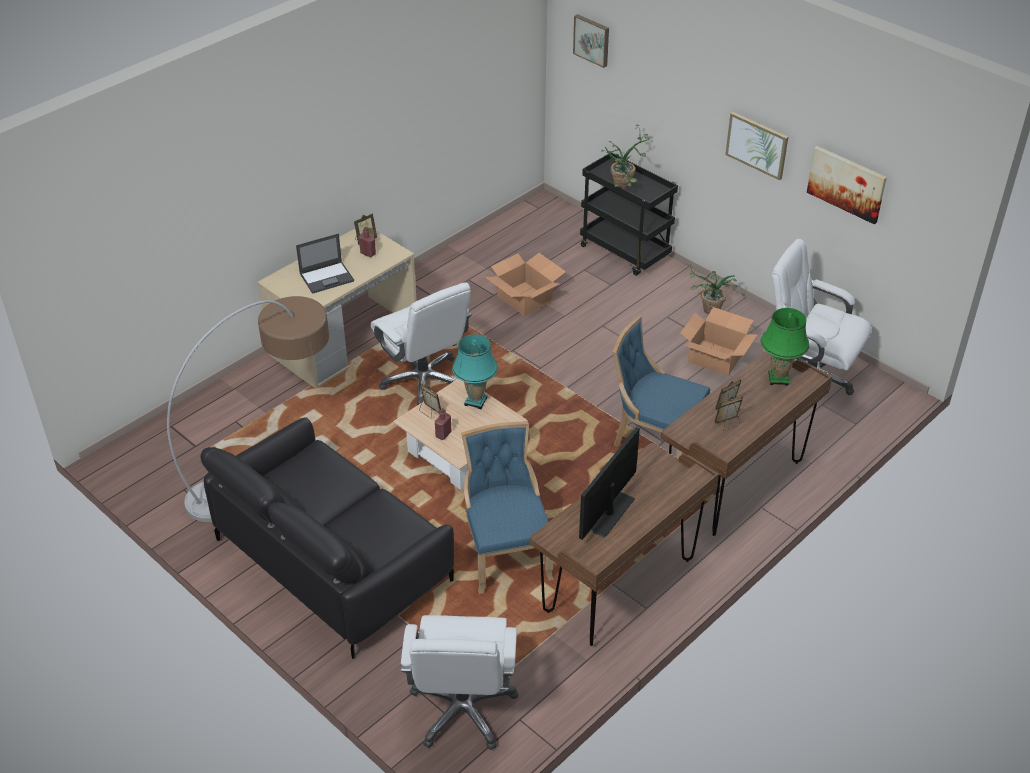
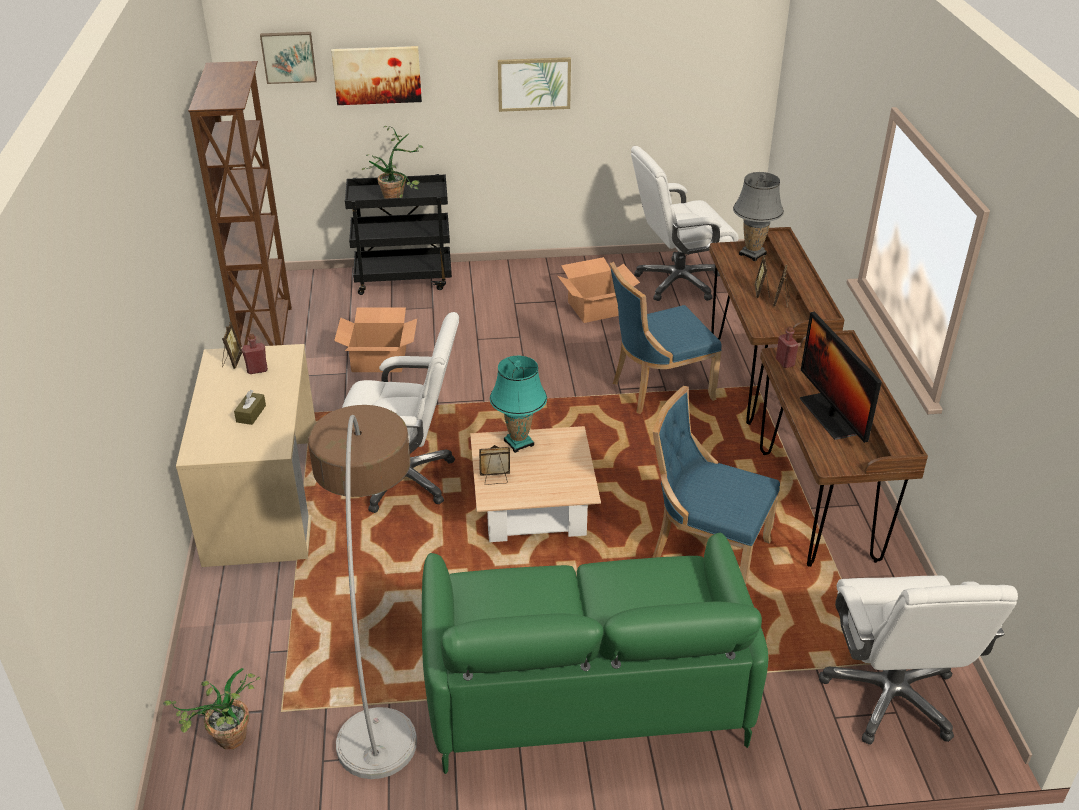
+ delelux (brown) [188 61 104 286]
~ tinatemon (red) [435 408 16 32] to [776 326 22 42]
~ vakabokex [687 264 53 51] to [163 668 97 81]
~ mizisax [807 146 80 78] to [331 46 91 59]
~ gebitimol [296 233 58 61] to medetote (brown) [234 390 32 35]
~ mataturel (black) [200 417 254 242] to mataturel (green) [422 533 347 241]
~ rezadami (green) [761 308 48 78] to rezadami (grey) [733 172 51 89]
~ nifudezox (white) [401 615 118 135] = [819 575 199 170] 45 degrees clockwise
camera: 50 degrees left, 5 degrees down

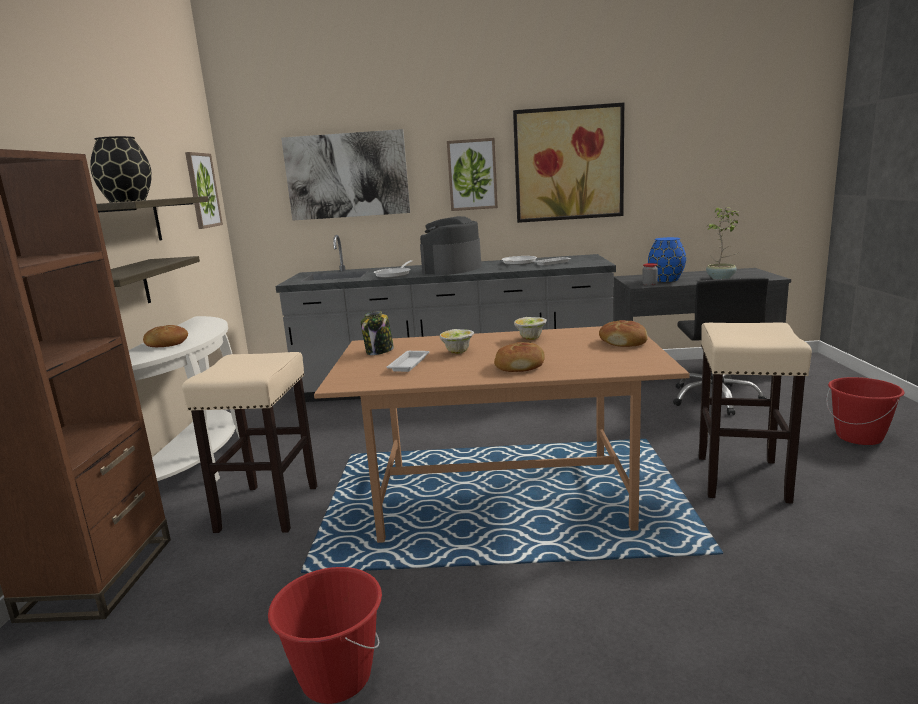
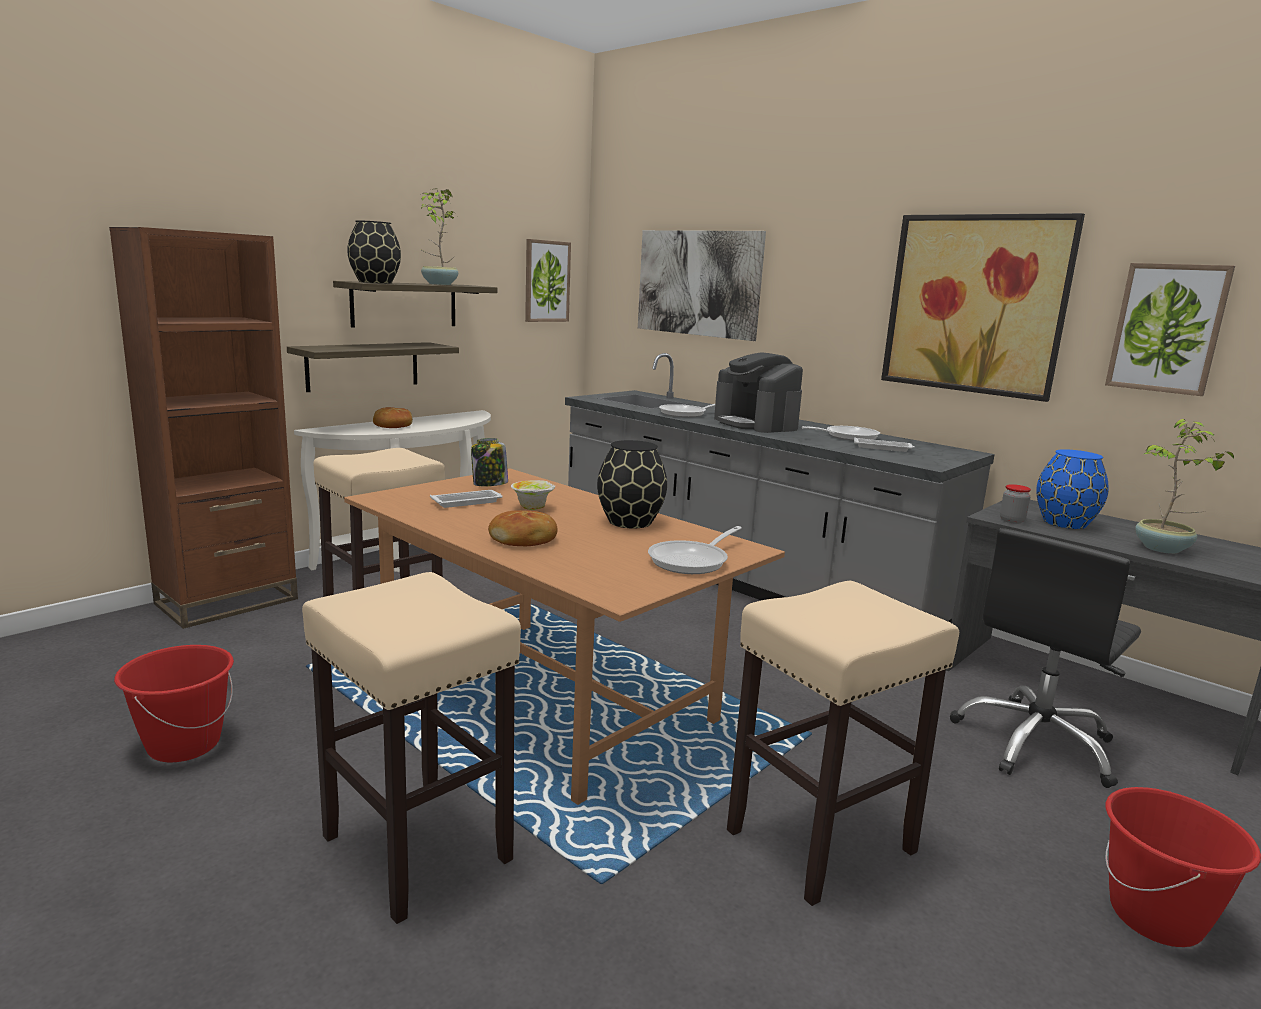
+ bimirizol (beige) [302 572 219 352]
+ vakabokex [420 189 38 96]
~ mizisax [447 138 51 73] to [1105 263 130 133]
~ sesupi [514 317 33 23] to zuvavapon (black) [597 440 70 88]
~ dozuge [599 320 49 27] to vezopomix [648 526 94 48]
~ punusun [420 216 61 59] = [714 352 89 81] 105 degrees counterclockwise
camera: 40 degrees right, 0 degrees up

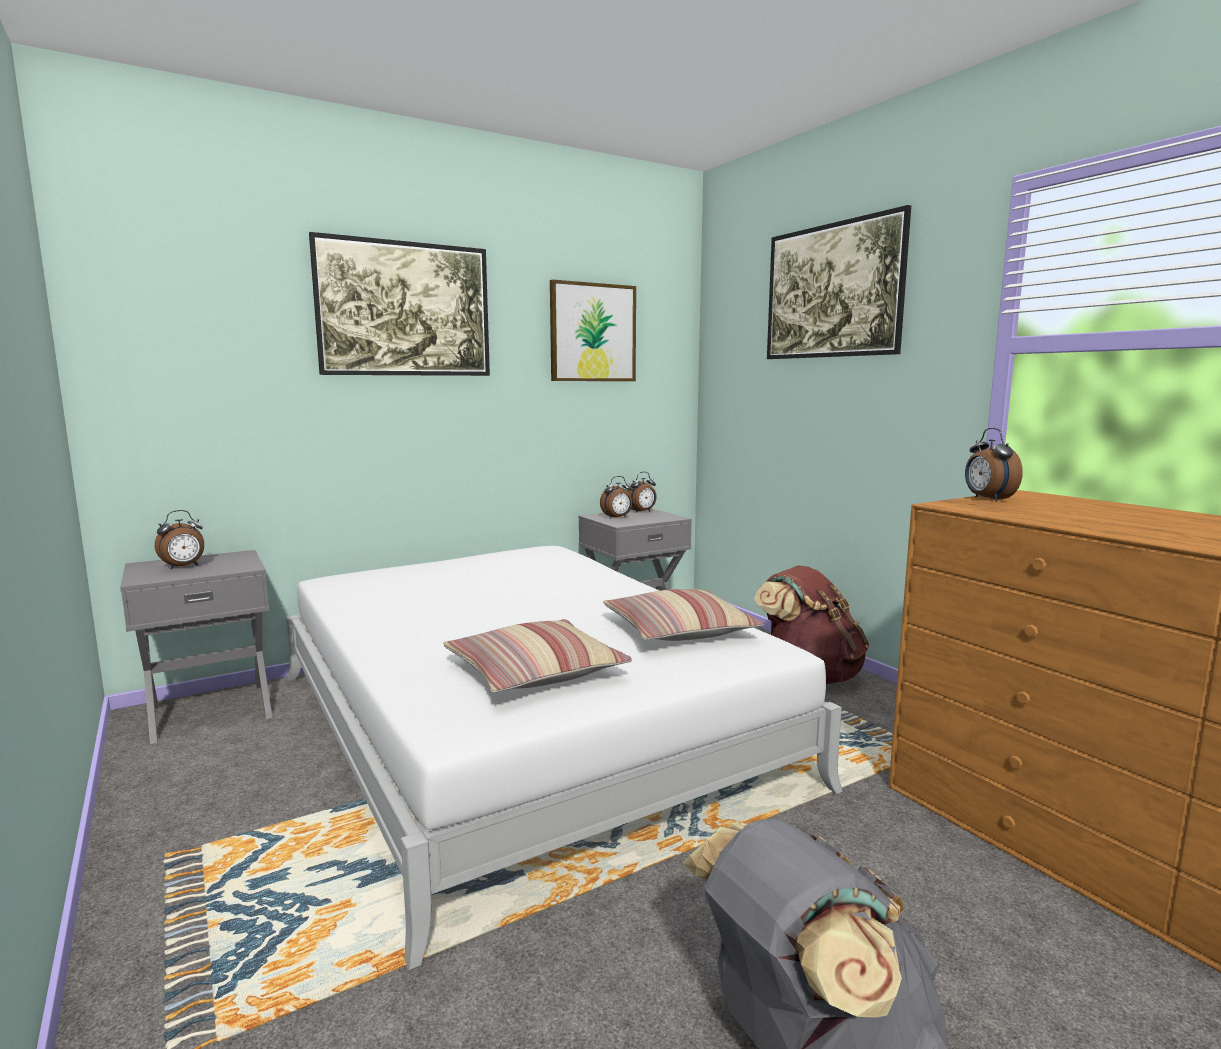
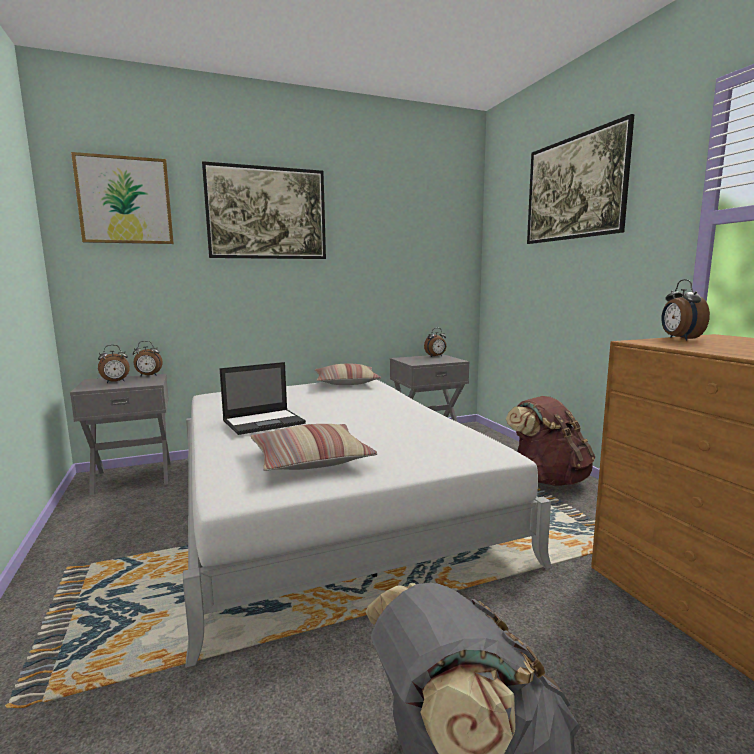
+ gebitimol [219 362 87 73]
~ mizisax [550 279 86 102] to [71 152 103 92]
~ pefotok [600 476 32 43] to [133 341 30 36]
~ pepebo [603 589 161 52] to [315 363 66 22]
camera: 10 degrees right, 0 degrees up

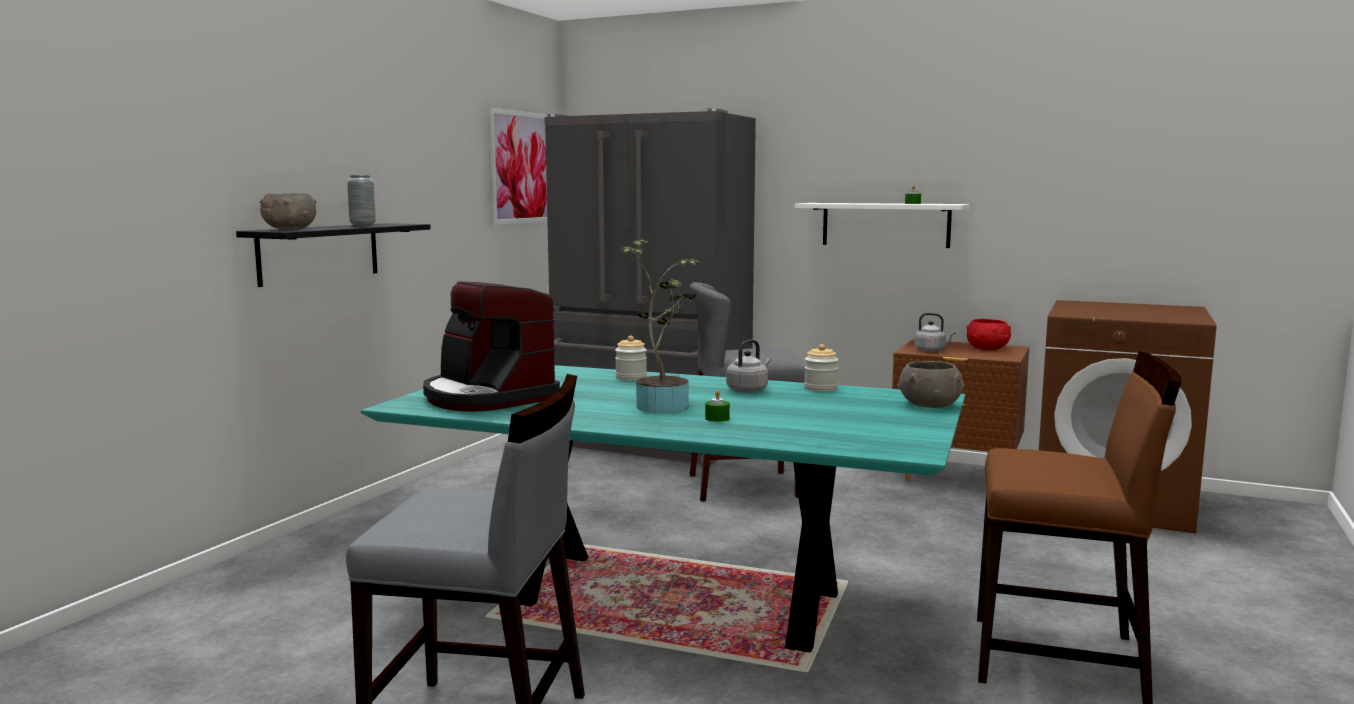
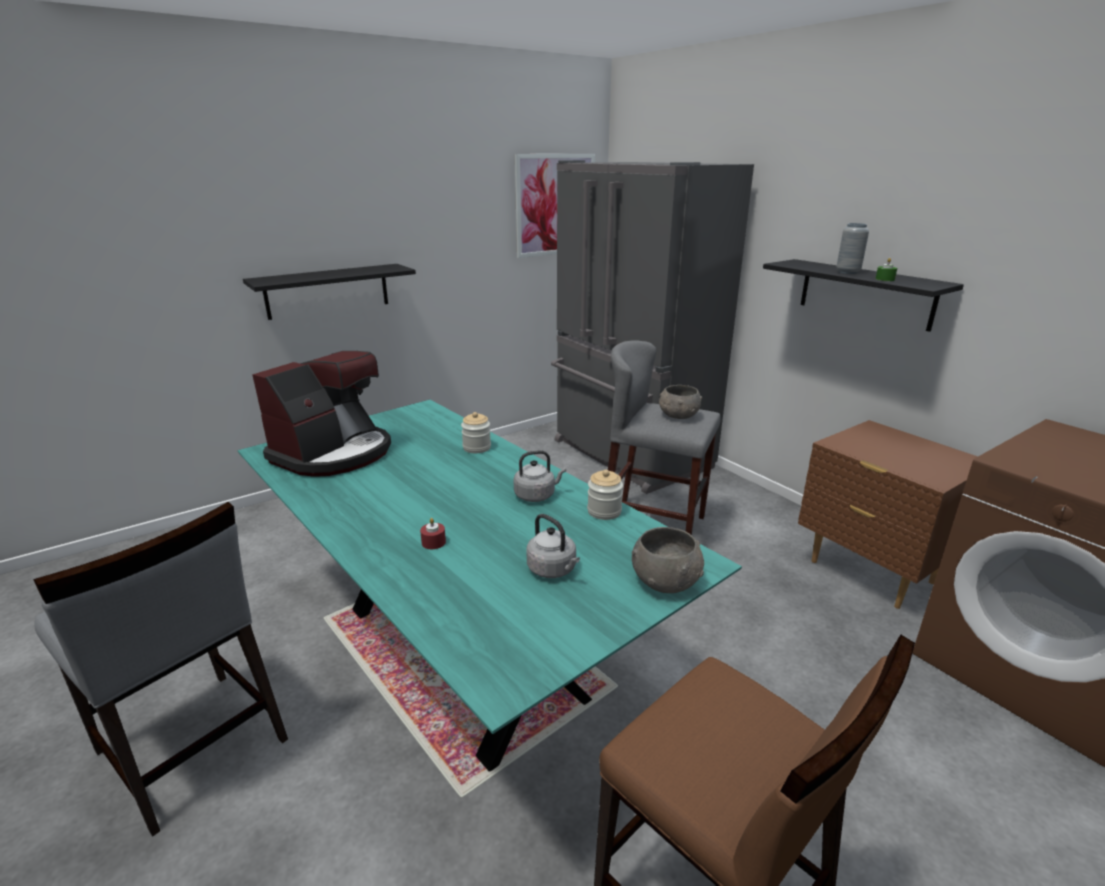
- vakabokex [620 239 80 174]
- sesupi (red) [966 319 45 31]
~ sesupi (grey) [260 194 57 36] to [659 385 43 34]
~ zuvavapon (grey) [347 175 29 51] to [836 223 33 51]
~ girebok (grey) [914 313 42 39] to [527 514 53 64]
~ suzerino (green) [705 390 25 32] to suzerino (red) [420 518 26 31]
~ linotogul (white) [795 203 174 45] to linotogul (black) [763 259 201 73]
~ punusun [423 281 137 131] = [252 351 139 126] 135 degrees counterclockwise
camera: 30 degrees right, 15 degrees up

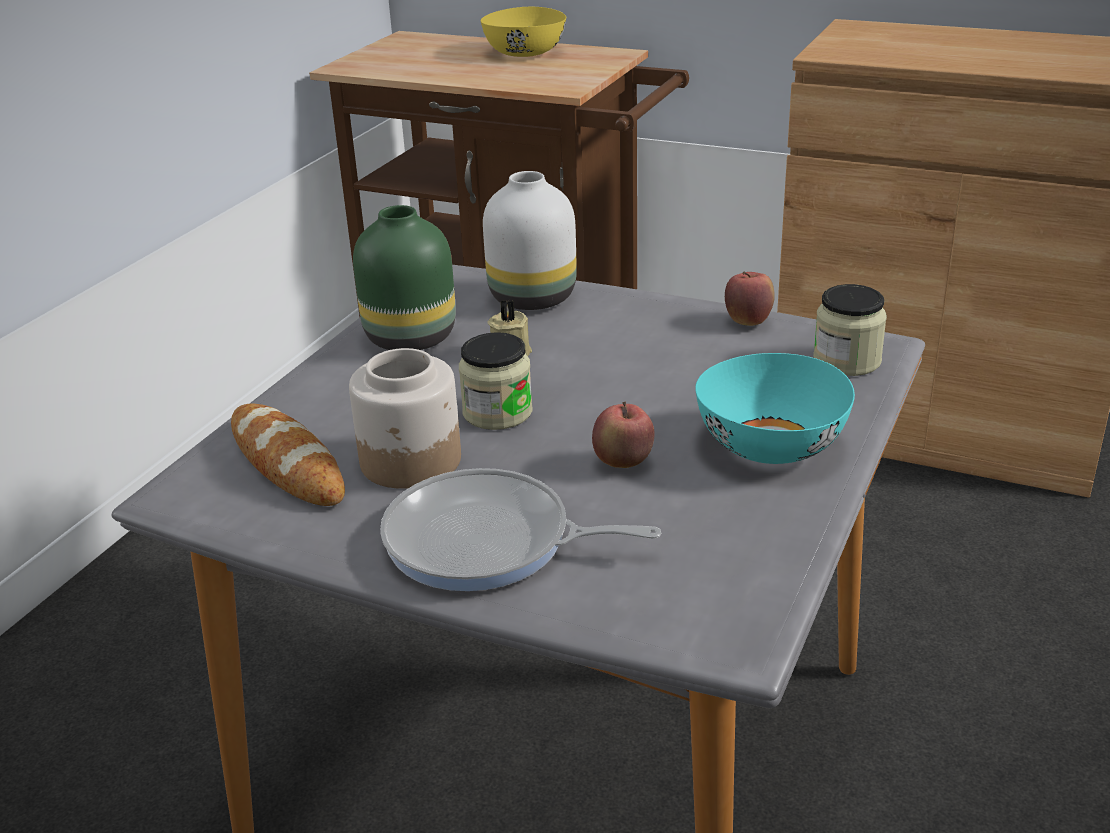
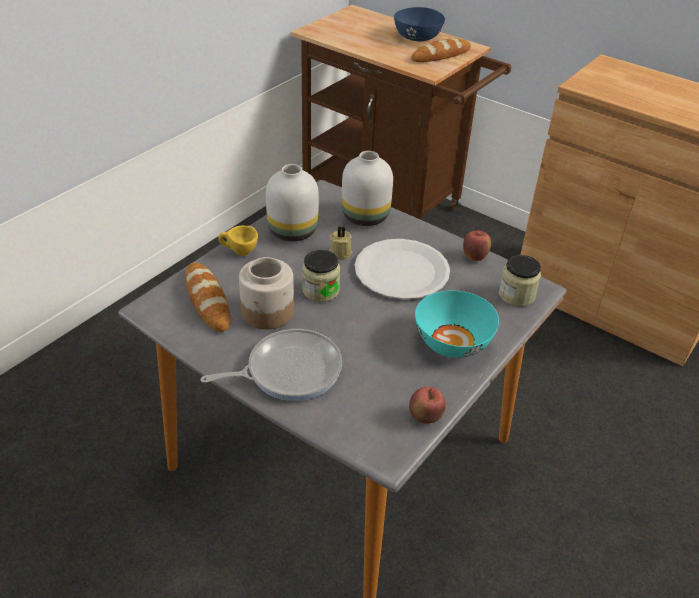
+ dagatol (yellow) [218 226 40 30]
+ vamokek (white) [354 239 96 60]
+ dozuge [411 38 60 24]
~ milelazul [592 402 63 66] to [409 387 37 37]
~ zuvavapon (green) [353 205 103 145] to zuvavapon (white) [266 164 53 78]
~ sesupi (yellow) [481 7 85 50] to sesupi (blue) [394 7 51 34]
~ vezopomix [380 468 281 123] = [201 329 141 72] 135 degrees clockwise
camera: 10 degrees right, 10 degrees up

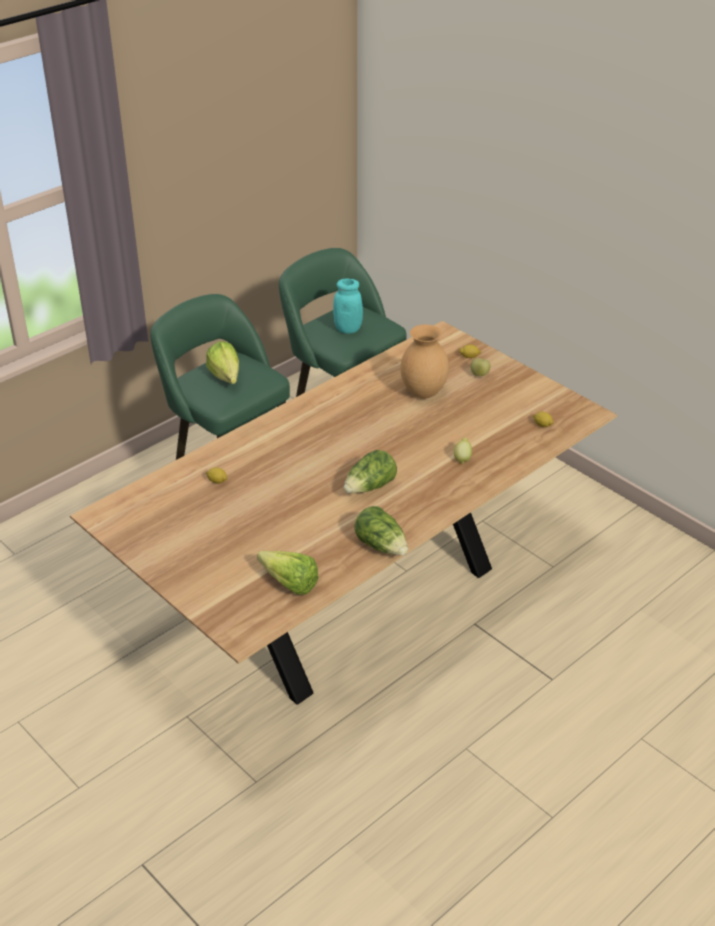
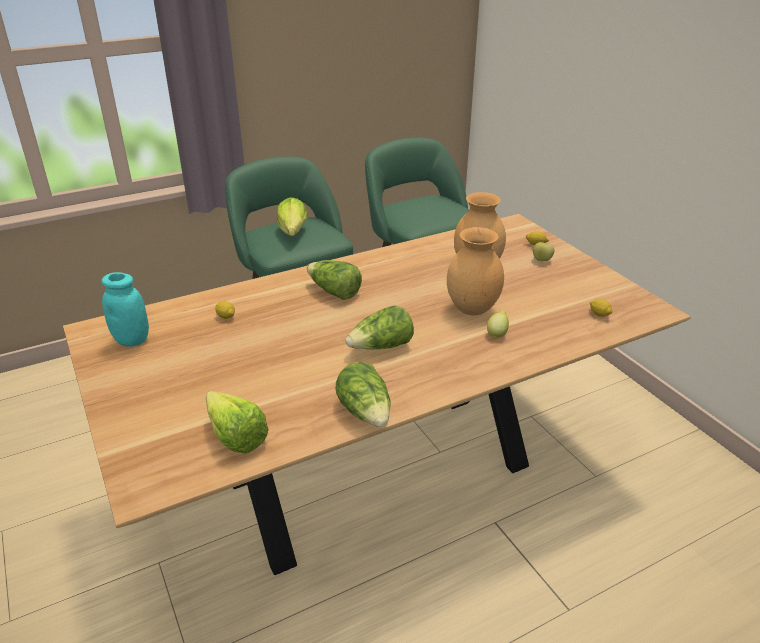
+ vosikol [307 260 55 40]
+ zuvavapon (brown) [447 227 57 88]
~ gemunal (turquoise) [333 279 30 55] to [102 272 47 75]
camera: 15 degrees right, 5 degrees down

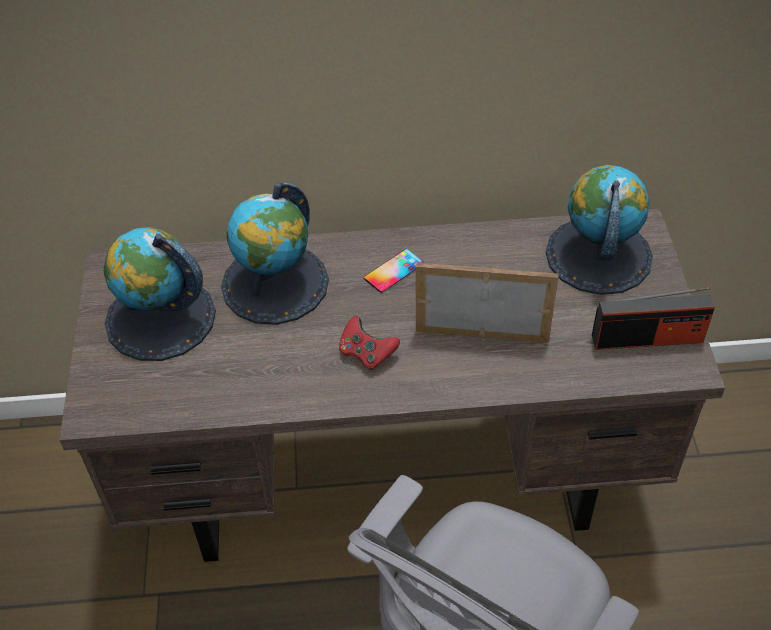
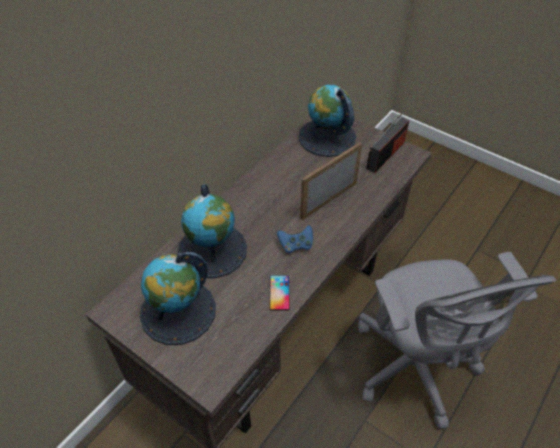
~ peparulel [364 249 60 44] to [269 275 21 35]
~ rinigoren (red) [339 316 61 54] to rinigoren (blue) [277 225 36 29]
camera: 50 degrees left, 0 degrees up

